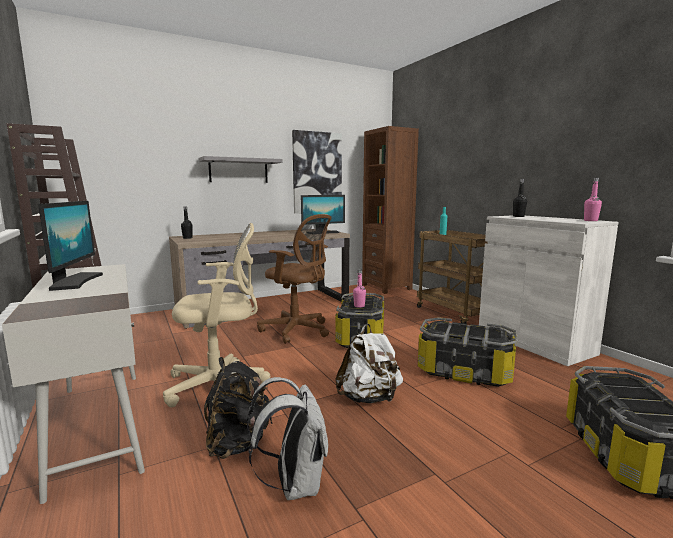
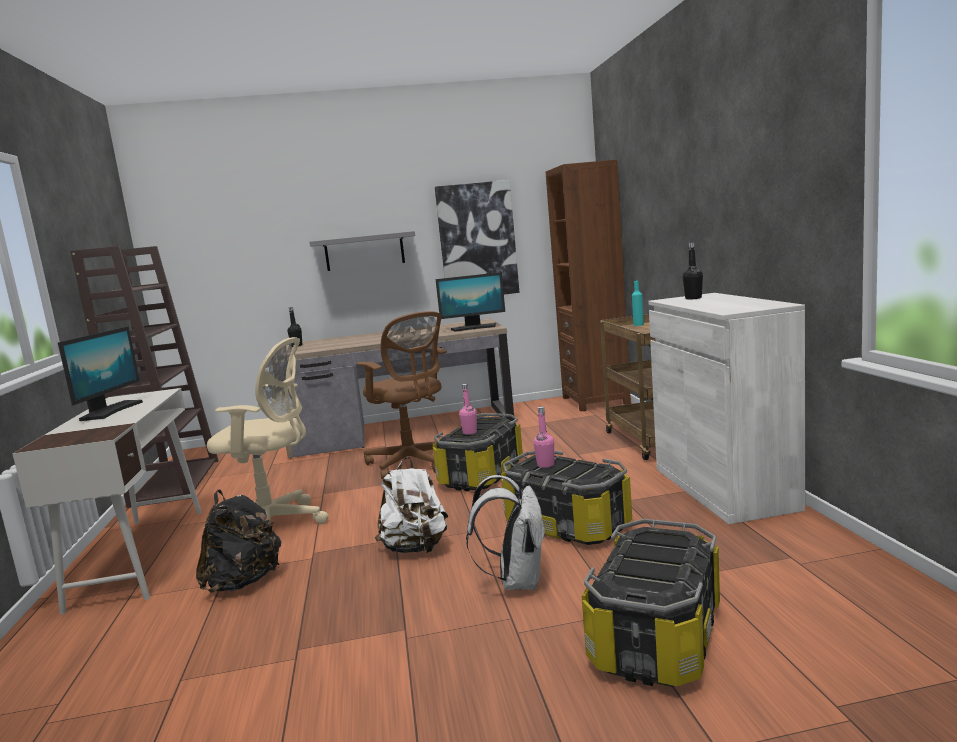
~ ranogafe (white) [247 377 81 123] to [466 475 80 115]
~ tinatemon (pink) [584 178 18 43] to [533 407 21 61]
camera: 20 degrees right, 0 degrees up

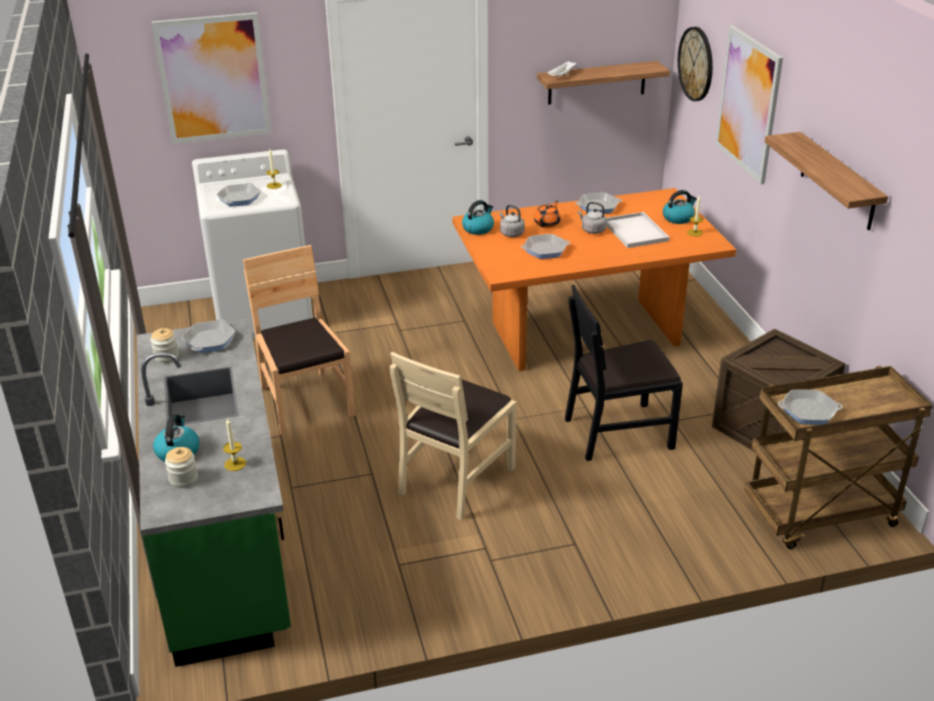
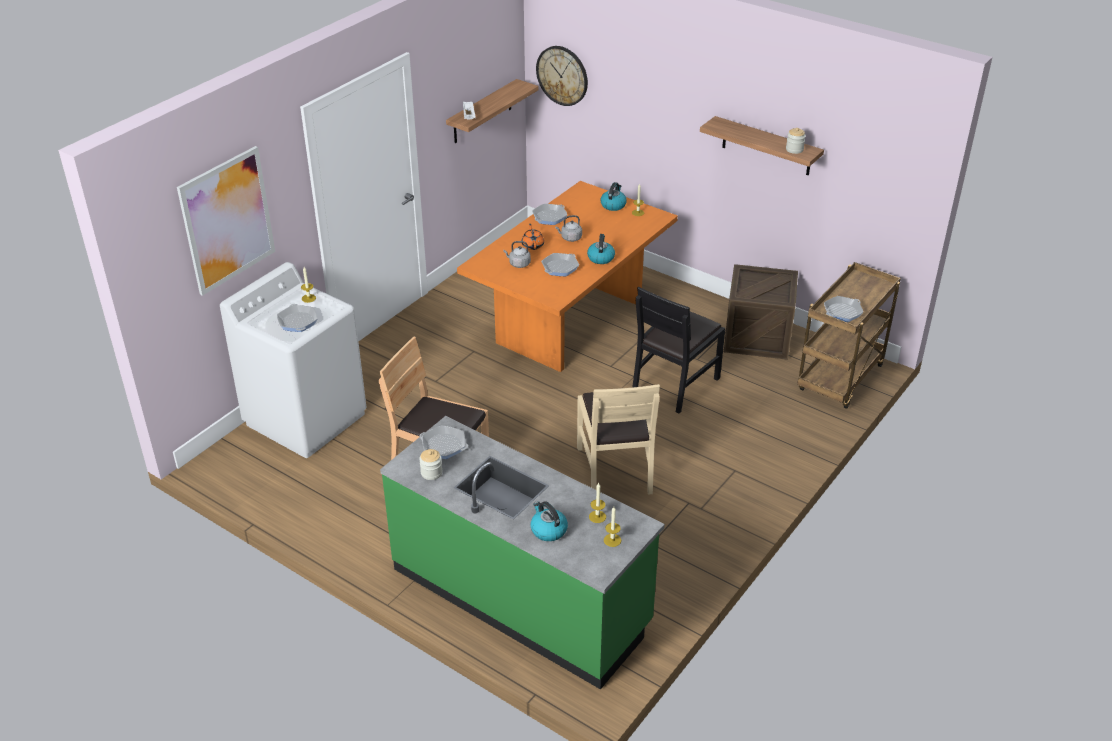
- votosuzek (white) [607 212 63 36]
- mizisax [715 25 68 159]
+ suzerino [604 507 17 40]
~ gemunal [165 447 33 41] to [786 128 20 26]
~ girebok [462 200 32 35] to [587 234 28 30]
~ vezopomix [181 319 54 34] = [420 425 48 34] 45 degrees counterclockwise
camera: 40 degrees left, 5 degrees up

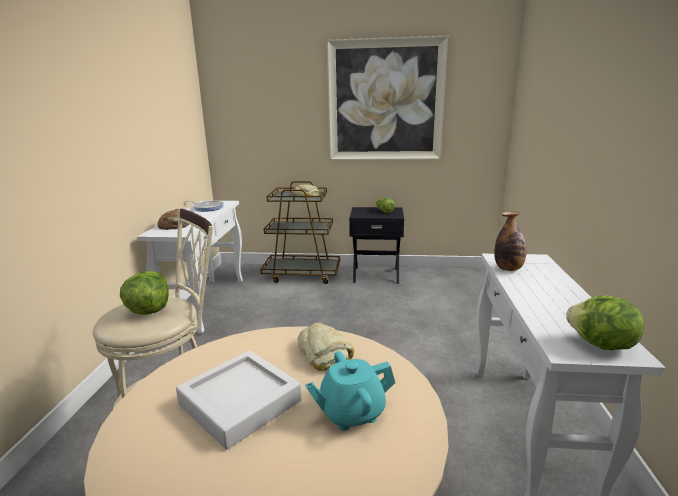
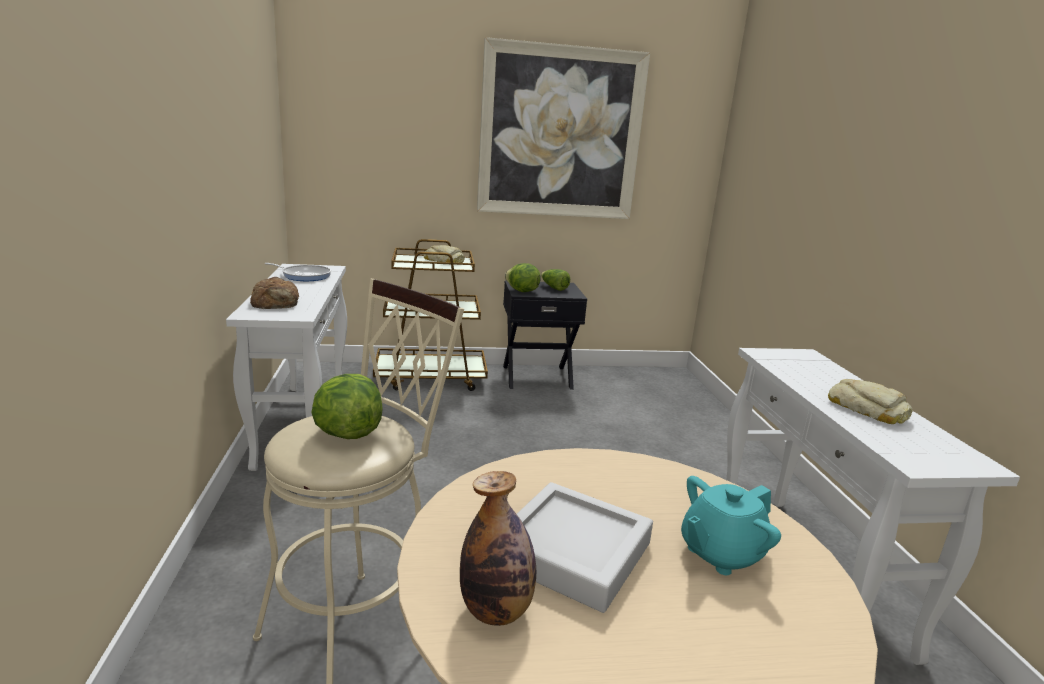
~ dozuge [297 323 57 49] to [828 379 85 45]
~ tinatemon [494 211 33 60] to [460 471 76 155]
~ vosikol [566 295 78 55] to [505 263 36 29]
camera: 15 degrees left, 0 degrees up

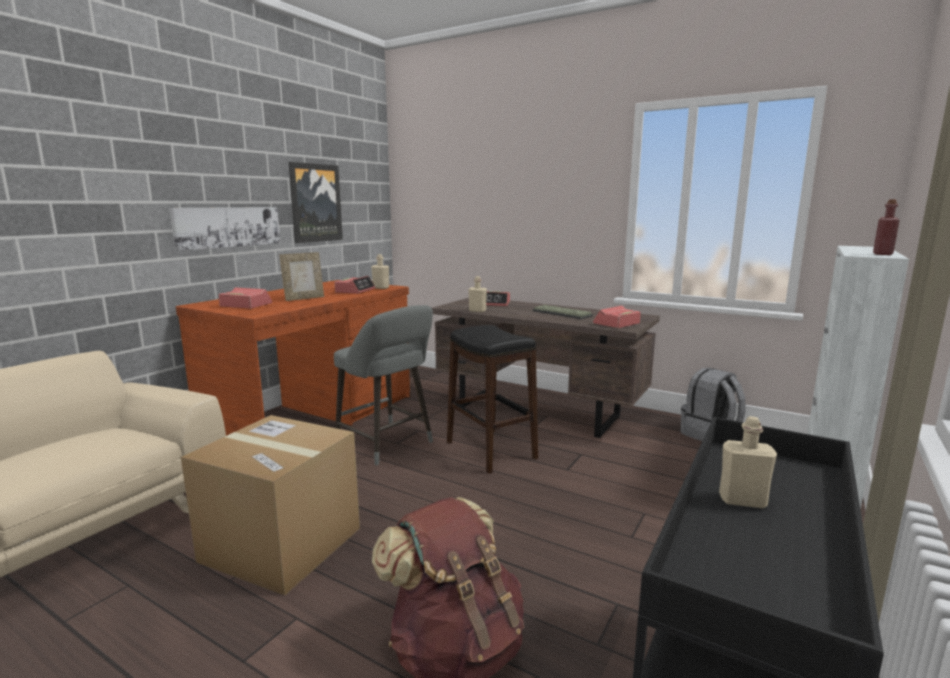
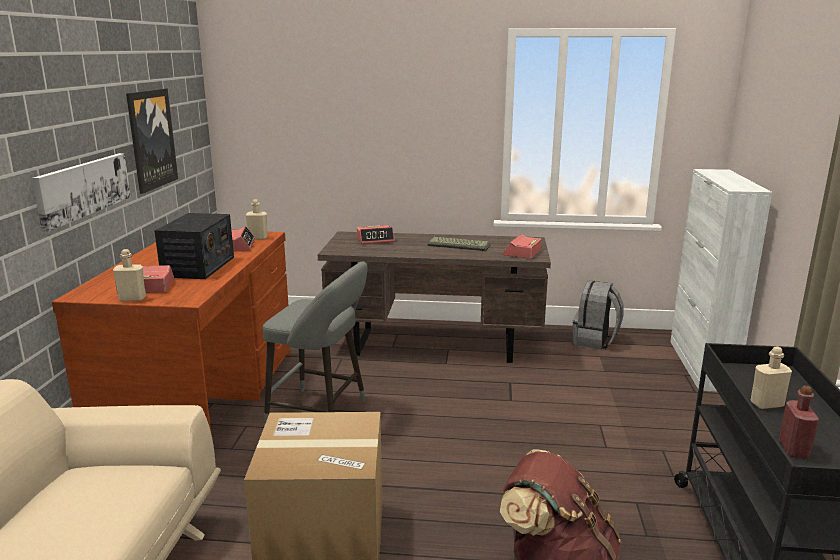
- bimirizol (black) [447 325 91 149]
~ tinatemon (beige) [468 276 19 36] to [113 249 33 52]
~ tinatemon (red) [873 199 27 56] to [779 386 40 72]
~ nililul [279 252 45 49] to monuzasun [154 213 80 66]
camera: 25 degrees left, 5 degrees up

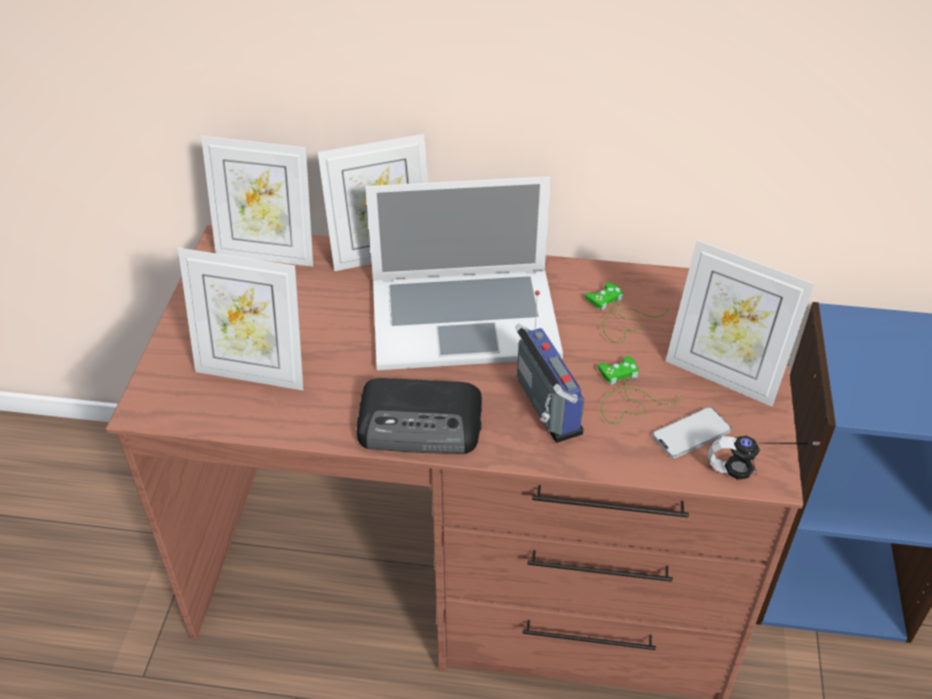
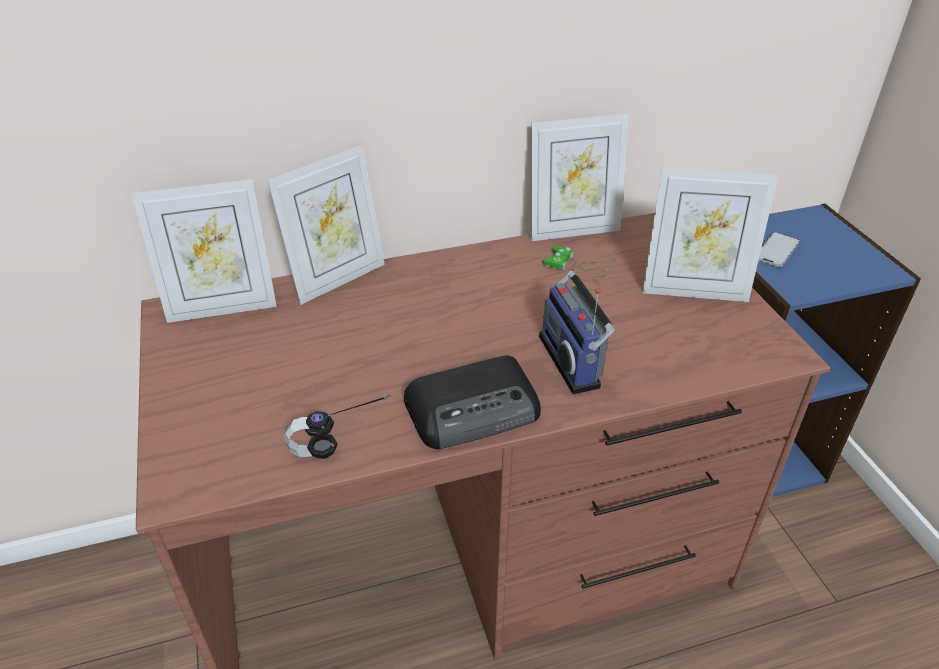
- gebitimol [365 176 198 194]
- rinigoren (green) [598 356 85 68]
~ nililul [178 248 125 142] to [531 114 97 127]
~ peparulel [652 407 80 52] to [758 232 42 36]
~ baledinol [708 436 112 44] to [285 394 106 65]
~ monuzasun [515 291 69 152] = [539 270 76 124] 150 degrees counterclockwise
camera: 25 degrees left, 5 degrees down

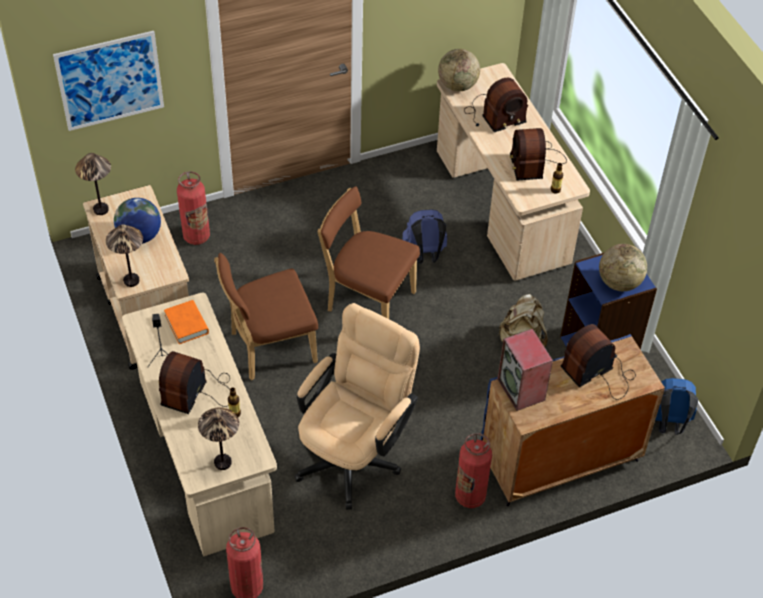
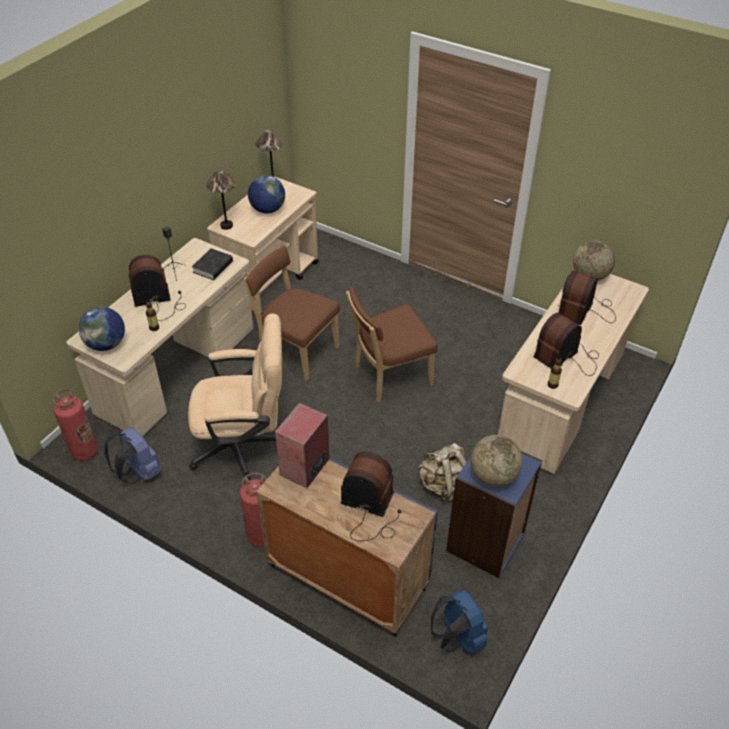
- mizisax [53 31 111 100]
- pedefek [177 171 33 74]
~ ranogafe (blue) [402 209 45 55] to [104 427 58 57]
~ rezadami [198 407 41 63] to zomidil [79 307 46 44]
~ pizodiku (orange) [164 300 45 44] to pizodiku (black) [192 248 41 32]
~ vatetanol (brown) [318 186 102 133] = [346 287 92 116] 105 degrees counterclockwise
~ monuzasun [464 78 64 54] = [558 270 58 55] 90 degrees clockwise
camera: 55 degrees right, 5 degrees down

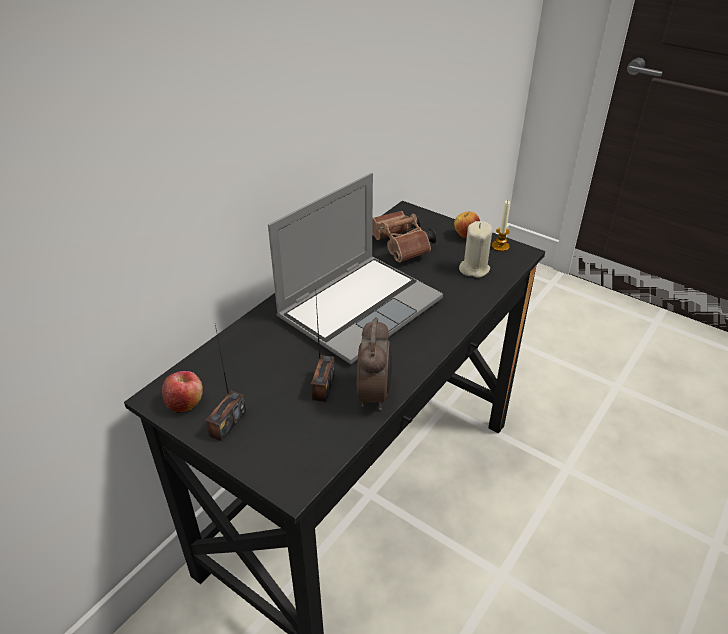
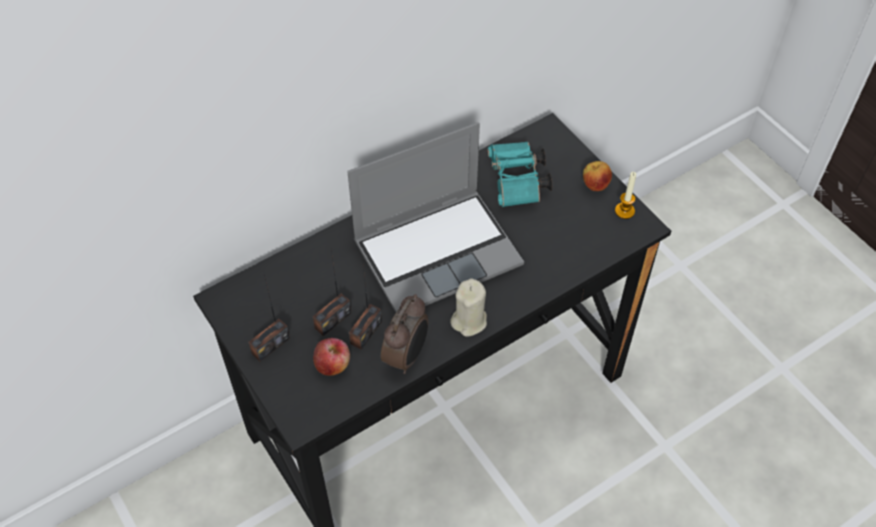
+ monuzasun [312 251 40 85]
~ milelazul [162 371 41 42] to [313 338 37 38]
~ suzerino (beige) [459 221 33 57] to [450 278 37 59]
~ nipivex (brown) [372 211 64 51] to nipivex (turquoise) [488 142 64 65]
camera: 20 degrees right, 15 degrees up

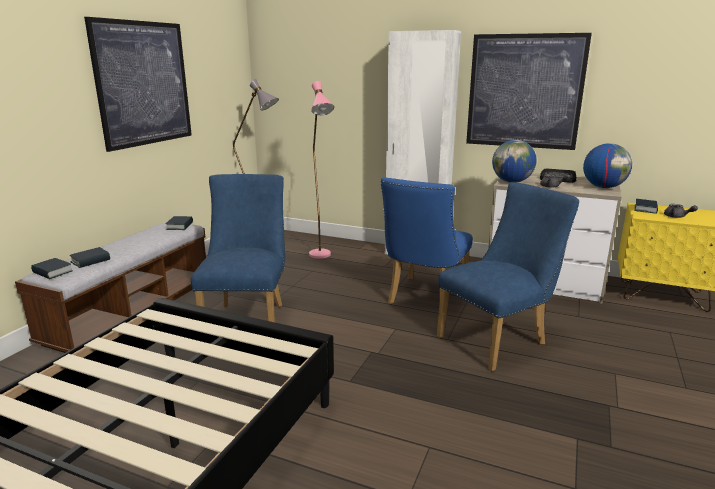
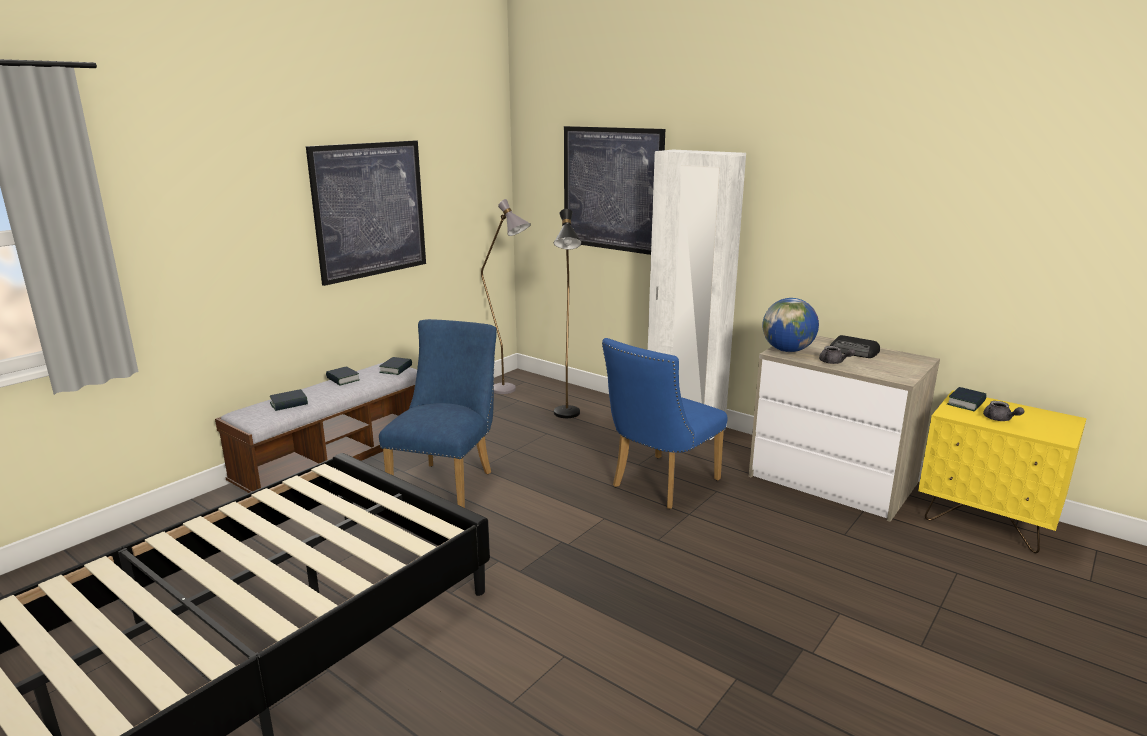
- vatetanol (blue) [437 182 143 189]
- zomidil [583 143 49 45]
~ pizodiku [31 258 42 21] to [326 366 34 20]
~ mizisax [466 33 126 117] to [564 126 101 129]
~ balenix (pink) [309 81 25 178] to balenix (black) [554 209 28 209]
camera: 15 degrees right, 0 degrees up

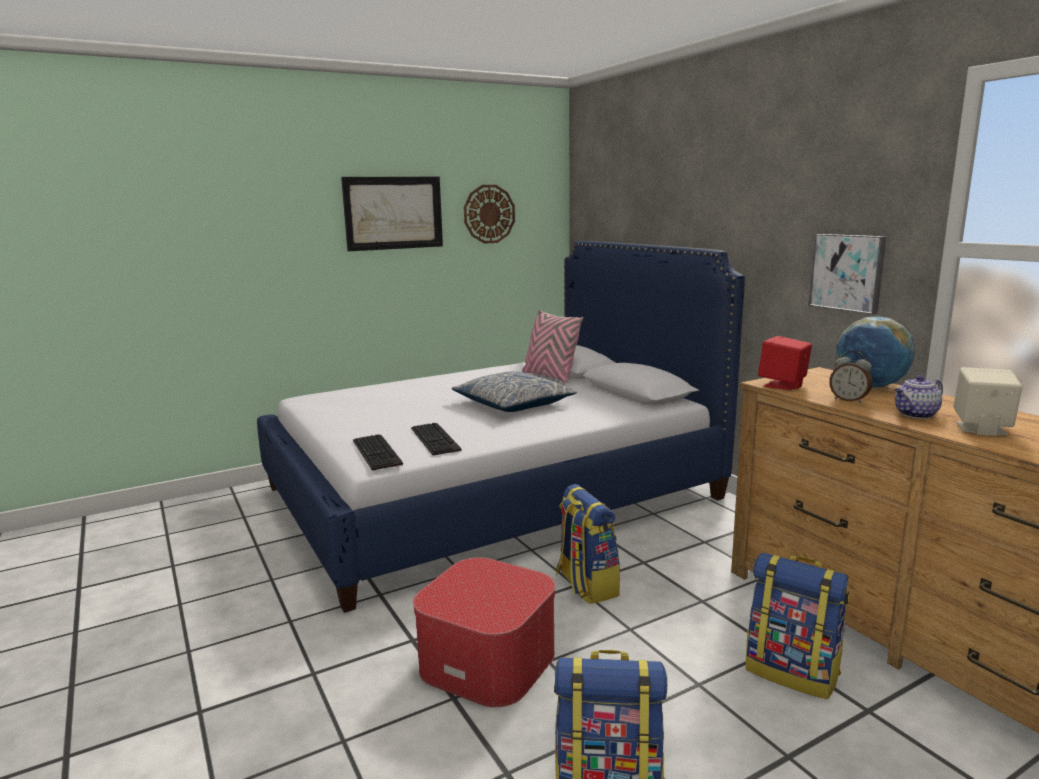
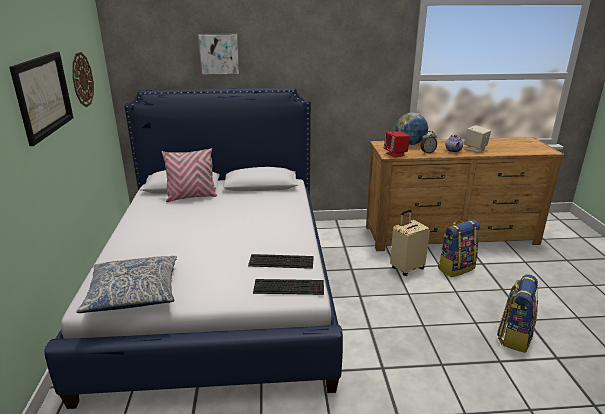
- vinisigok [413 558 143 150]
- ranogafe [556 484 64 120]
+ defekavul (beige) [390 210 40 66]
~ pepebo [452 371 125 41] to [76 256 101 57]
~ mizisax [808 234 78 81] to [198 34 42 41]
camera: 65 degrees left, 10 degrees up

